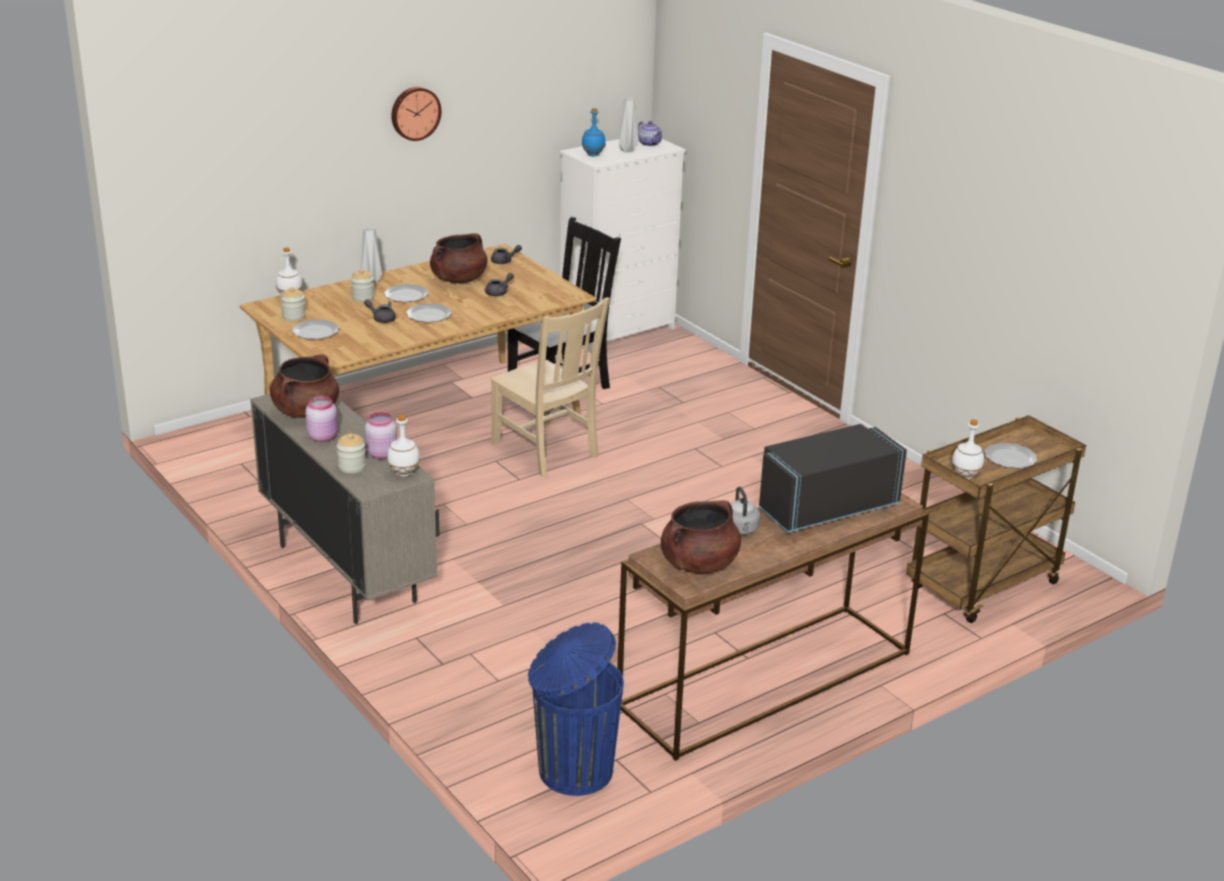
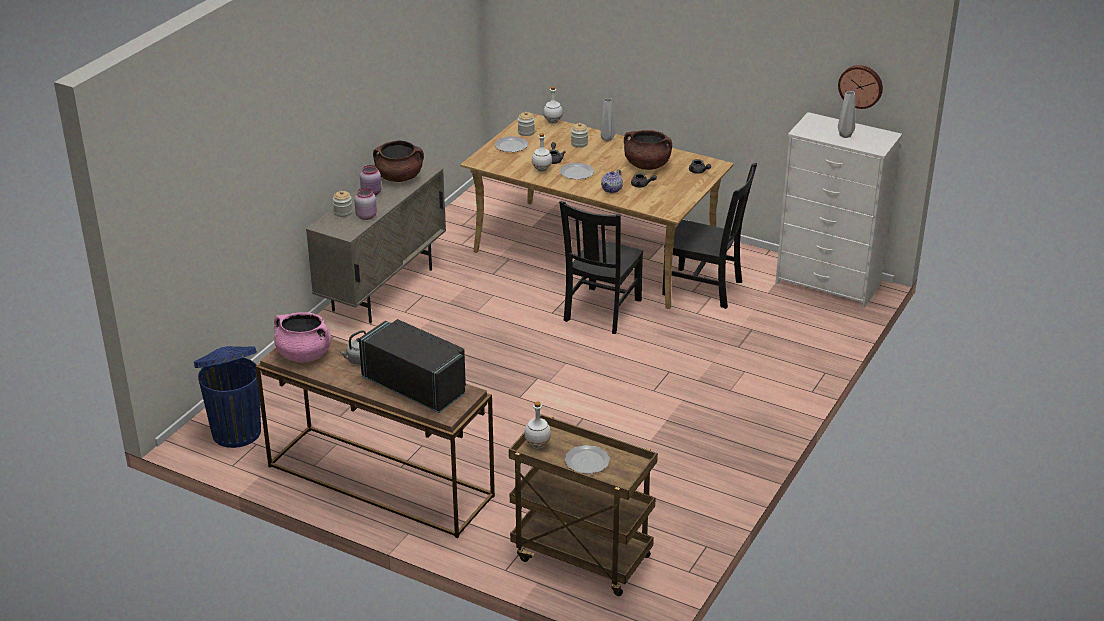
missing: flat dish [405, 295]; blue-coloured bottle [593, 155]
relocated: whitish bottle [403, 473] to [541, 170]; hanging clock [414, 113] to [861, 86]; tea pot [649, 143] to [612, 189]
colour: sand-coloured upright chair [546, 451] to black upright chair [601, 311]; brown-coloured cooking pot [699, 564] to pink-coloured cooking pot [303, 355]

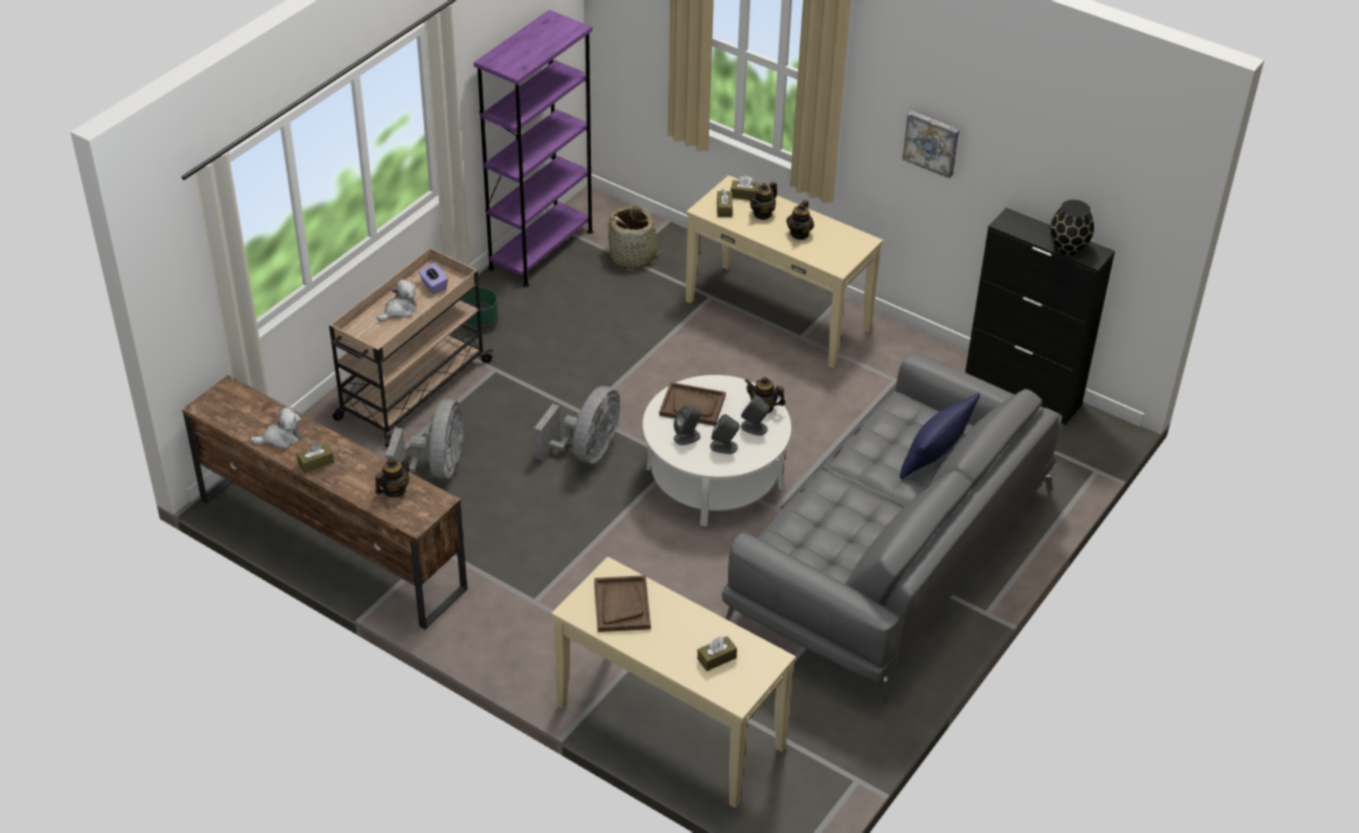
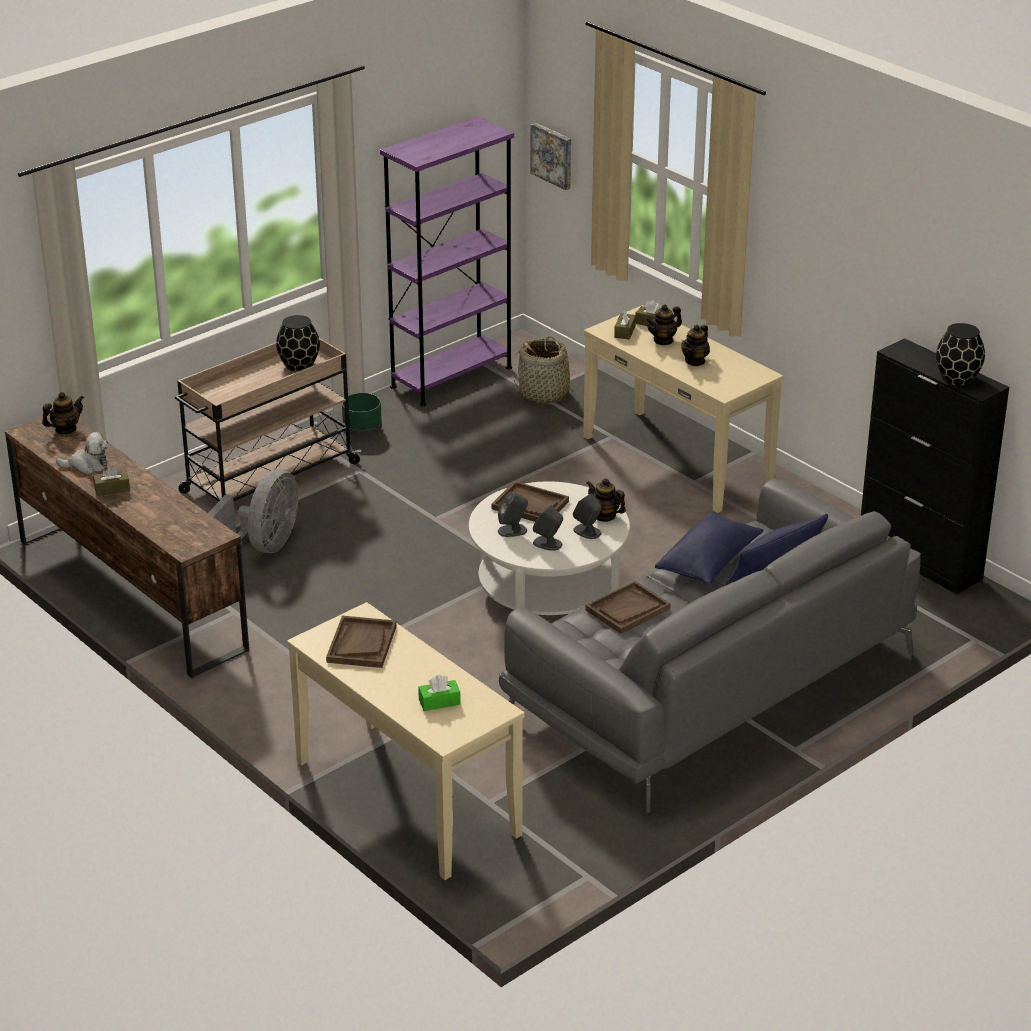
missing: plush toy [399, 310]; grey fan [586, 452]
appeared: brown-coloured tray [627, 609]; blue-coloured throw pillow [708, 562]
relocated: tea pot [394, 490] to [65, 429]; wall art [932, 143] to [553, 155]
exchanged: purple-coloured tissue box [433, 285] to black vase [299, 365]
colour: brown-coloured tissue box [716, 658] to green-coloured tissue box [439, 702]

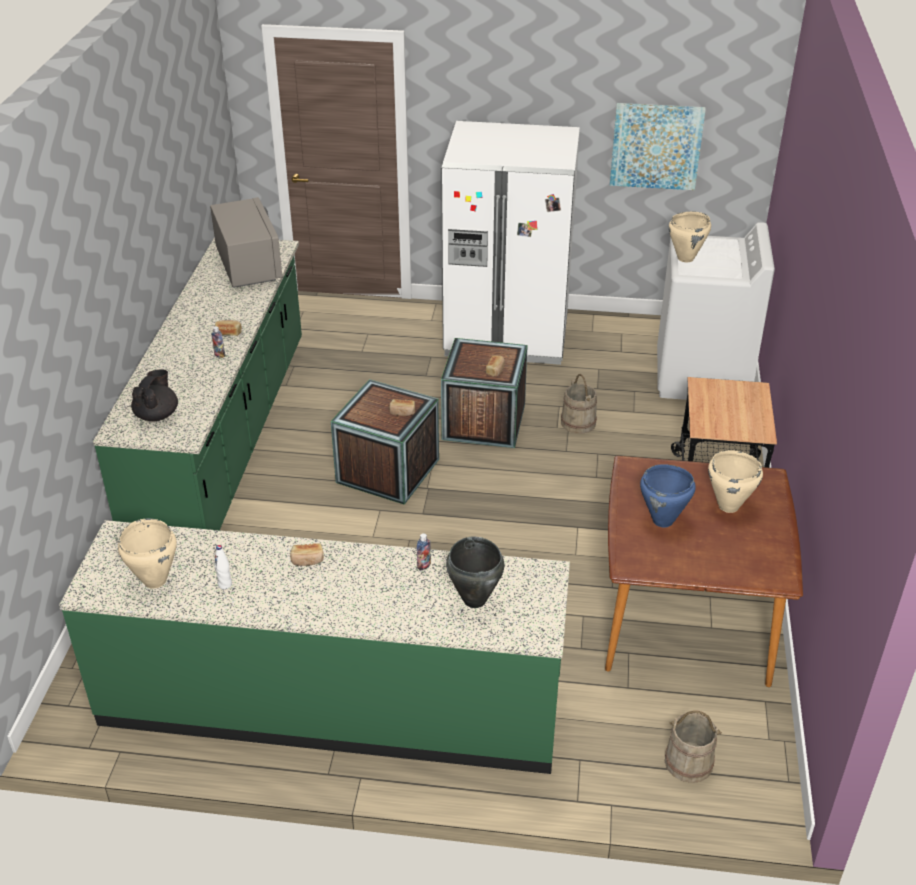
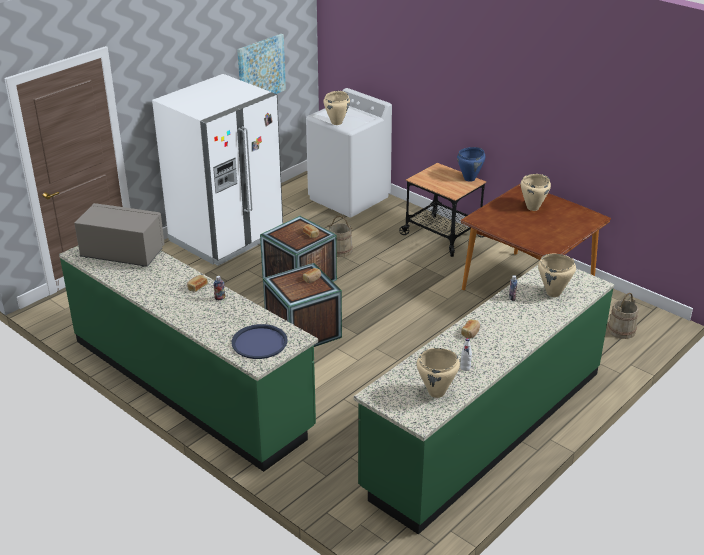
relocated: blue-coloured cooking pot [663, 521] to [470, 179]
exchanged: black tea pot [157, 415] to blue-coloured tray [259, 342]
colour: black cooking pot [474, 600] to sand-coloured cooking pot [553, 293]

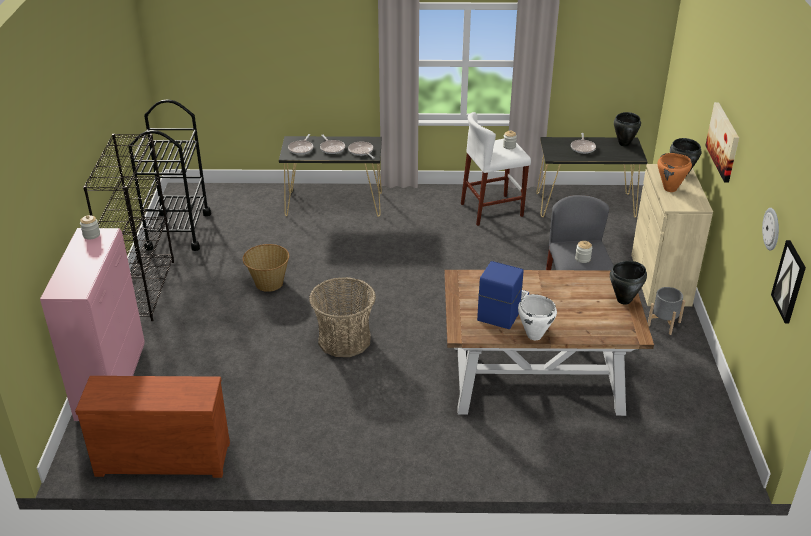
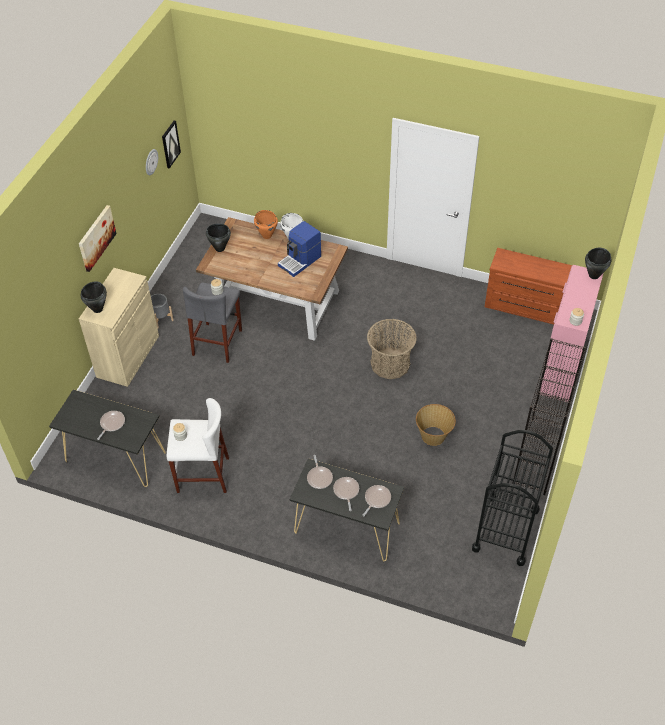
relocated: black cooking pot [623, 144] to [594, 275]; orange cooking pot [670, 189] to [267, 235]

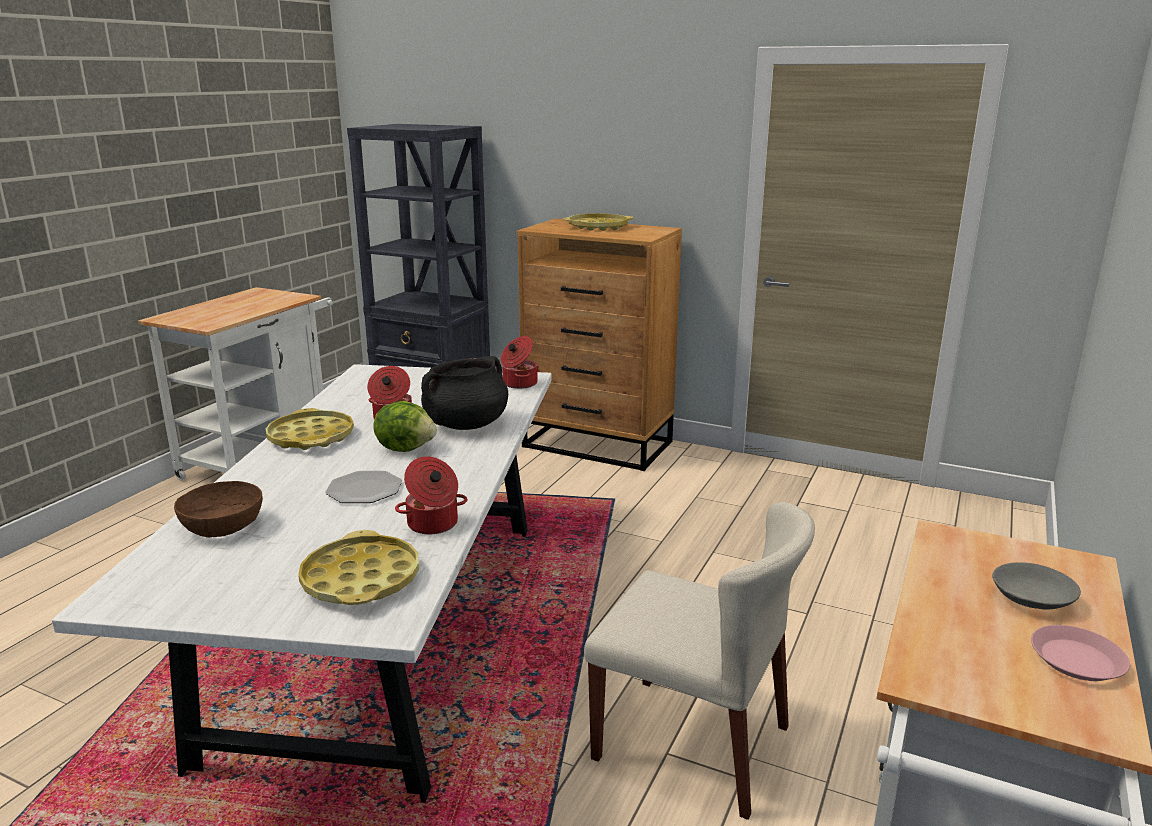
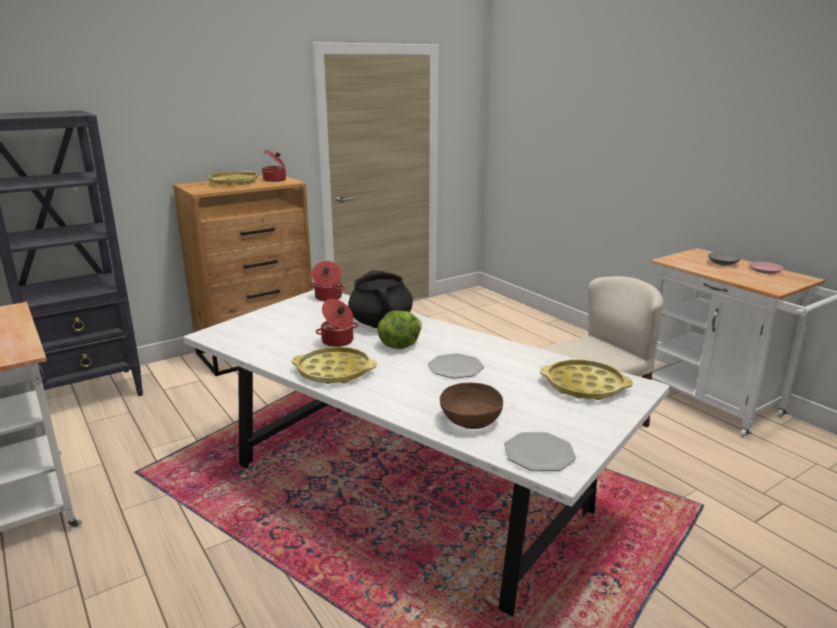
appeared: flat dish [539, 453]
relocated: cooking pot [433, 524] to [275, 180]

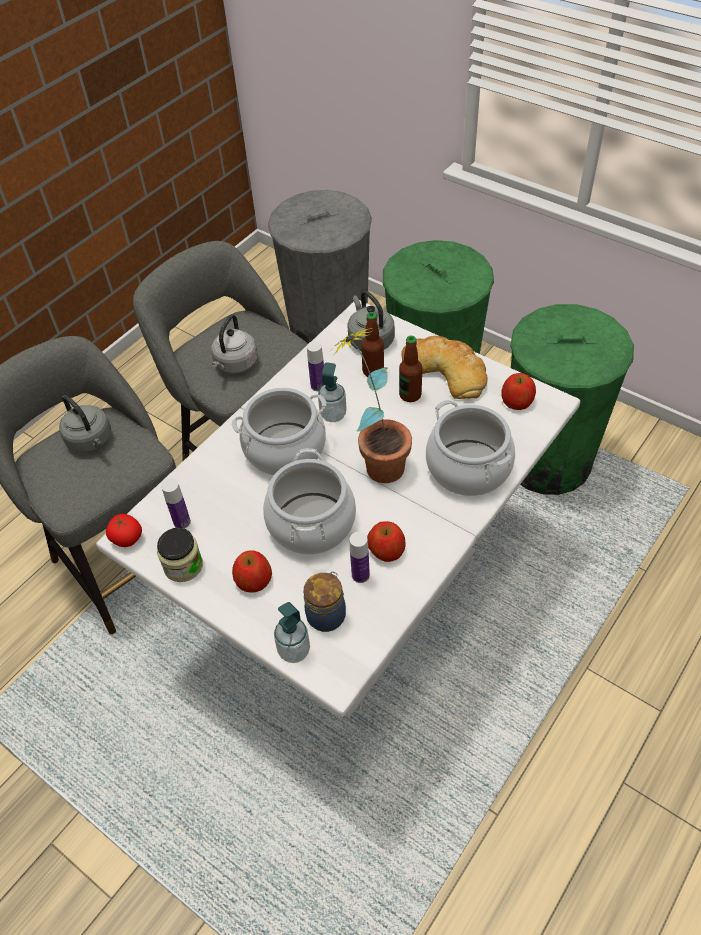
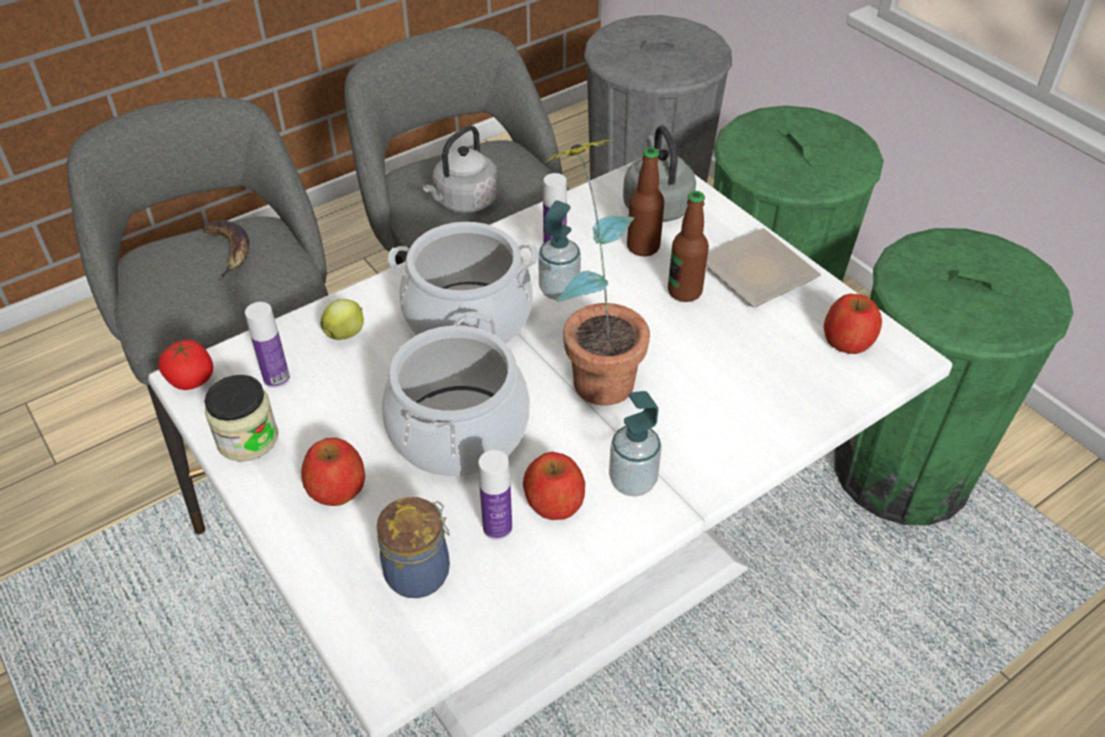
missing: cooking pot [468, 467]
appeared: whole apple [346, 333]
relocated: soap dispenser [294, 651] to [633, 481]
exchanged: grey tea kettle [91, 441] to whole banana [229, 251]; bread [446, 370] to flat dish [753, 271]

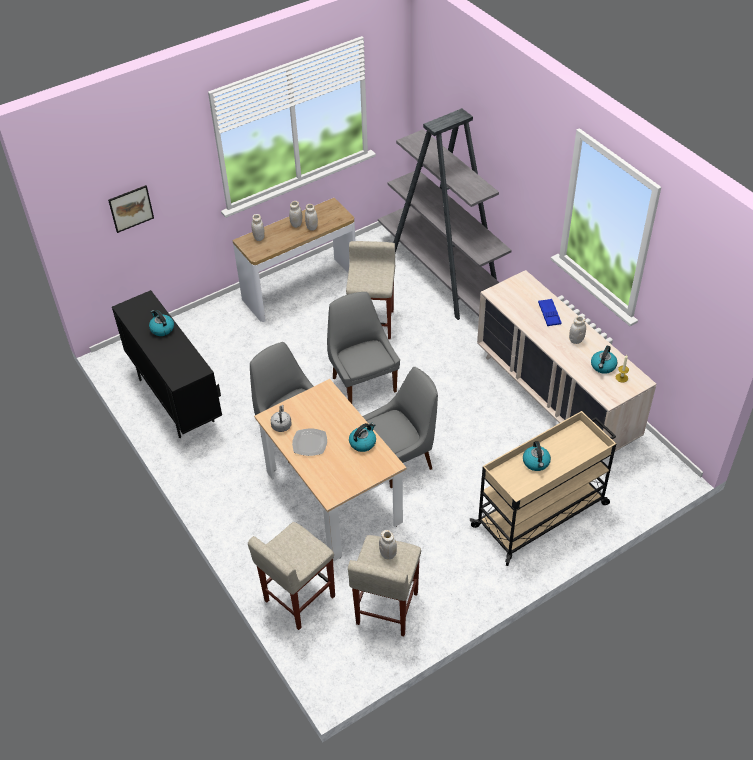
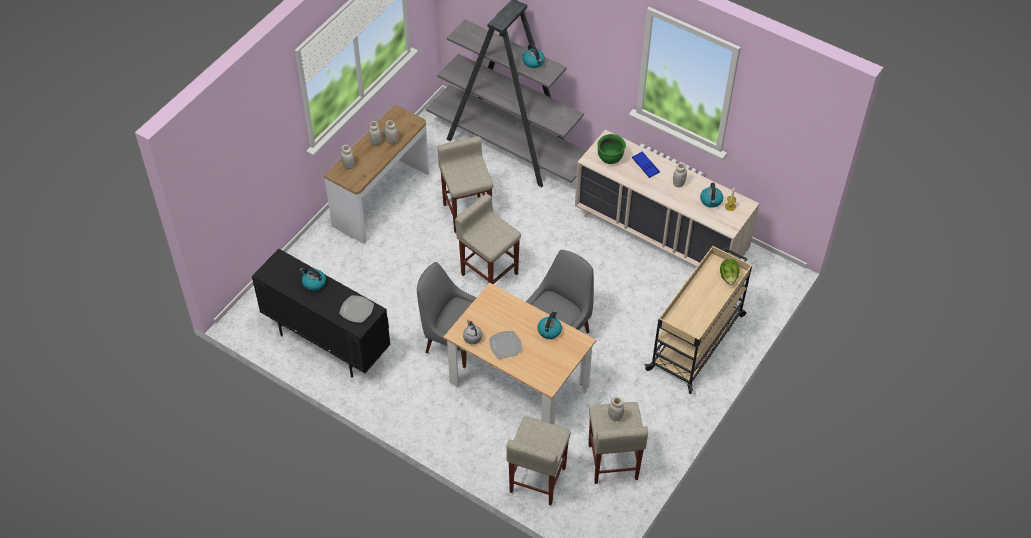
missing: wall art [131, 208]
appeared: flat dish [357, 309]; green-coloured cooking pot [610, 158]; head of lettuce [728, 277]
relocated: tea kettle [536, 462] to [533, 62]
exchanged: grey upright chair [363, 383] to sand-coloured stool seat [489, 273]

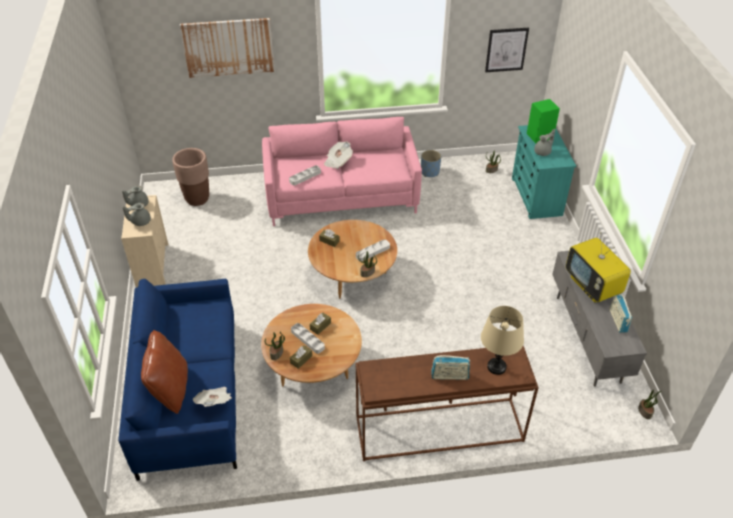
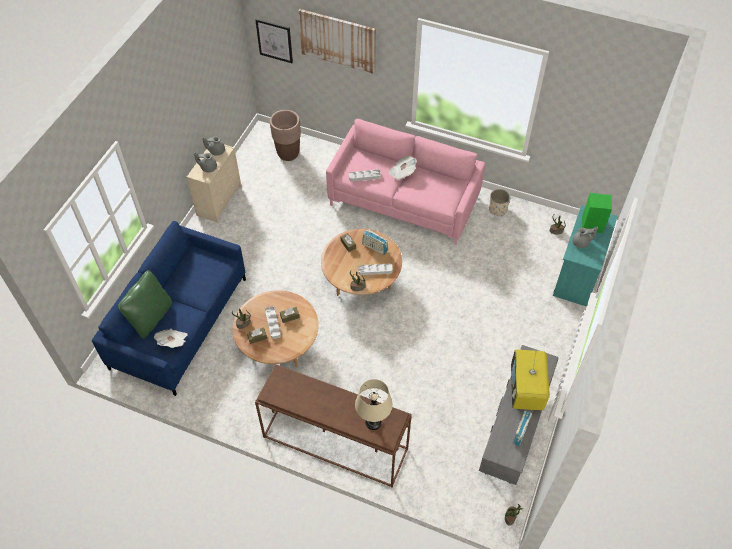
relocated: radio set [450, 376] to [374, 247]; wall art [506, 49] to [274, 40]
colour: brown-coloured throw pillow [170, 390] to green-coloured throw pillow [151, 317]; blue-coloured flower pot [430, 172] to sand-coloured flower pot [497, 209]

